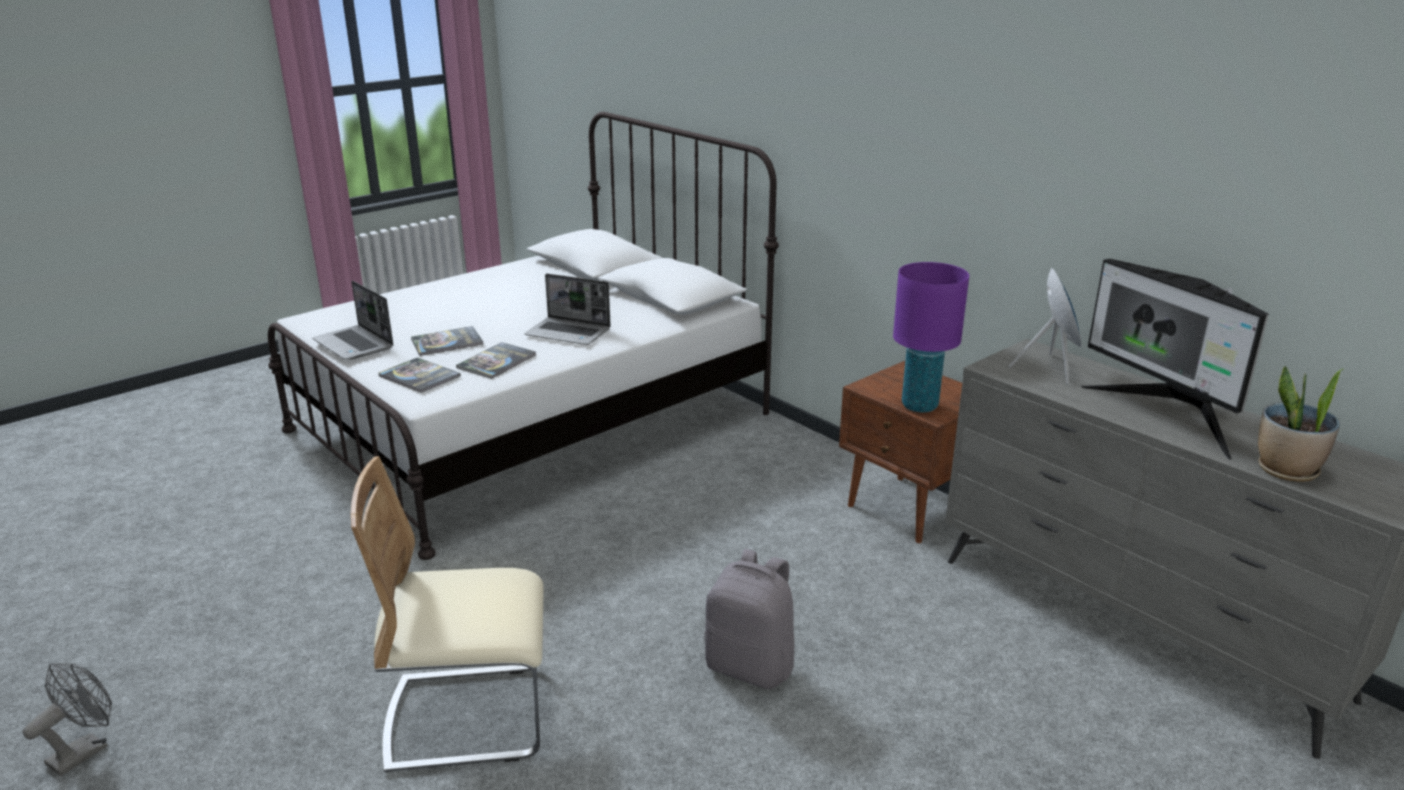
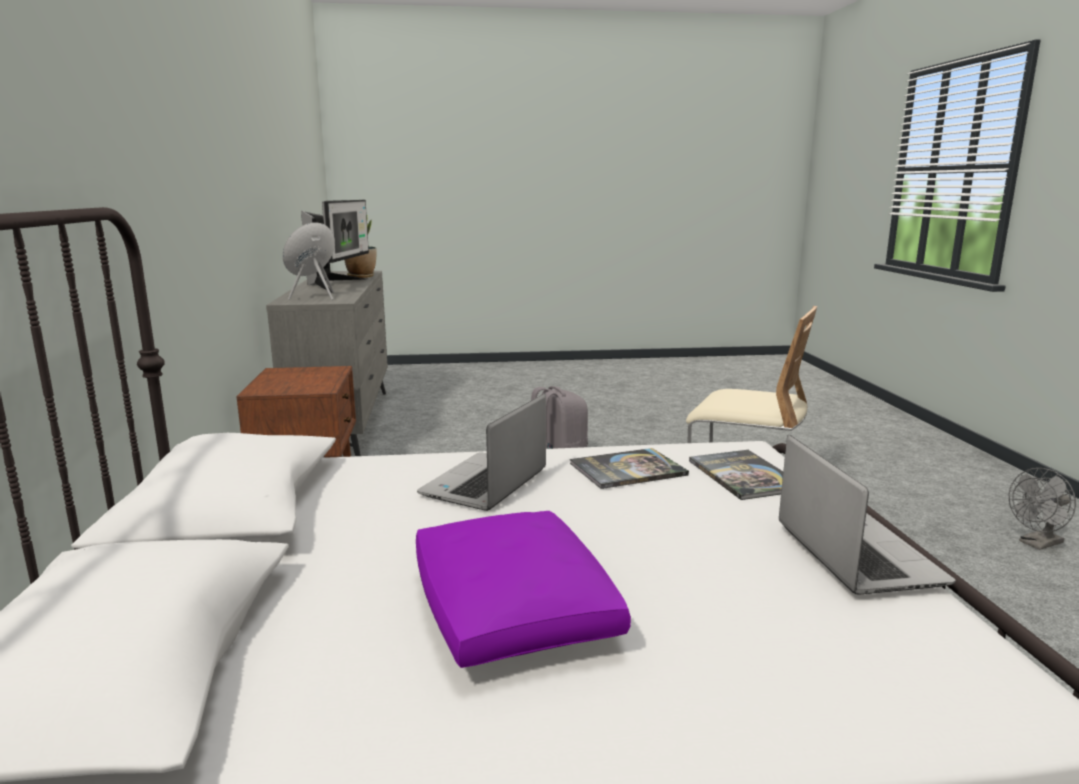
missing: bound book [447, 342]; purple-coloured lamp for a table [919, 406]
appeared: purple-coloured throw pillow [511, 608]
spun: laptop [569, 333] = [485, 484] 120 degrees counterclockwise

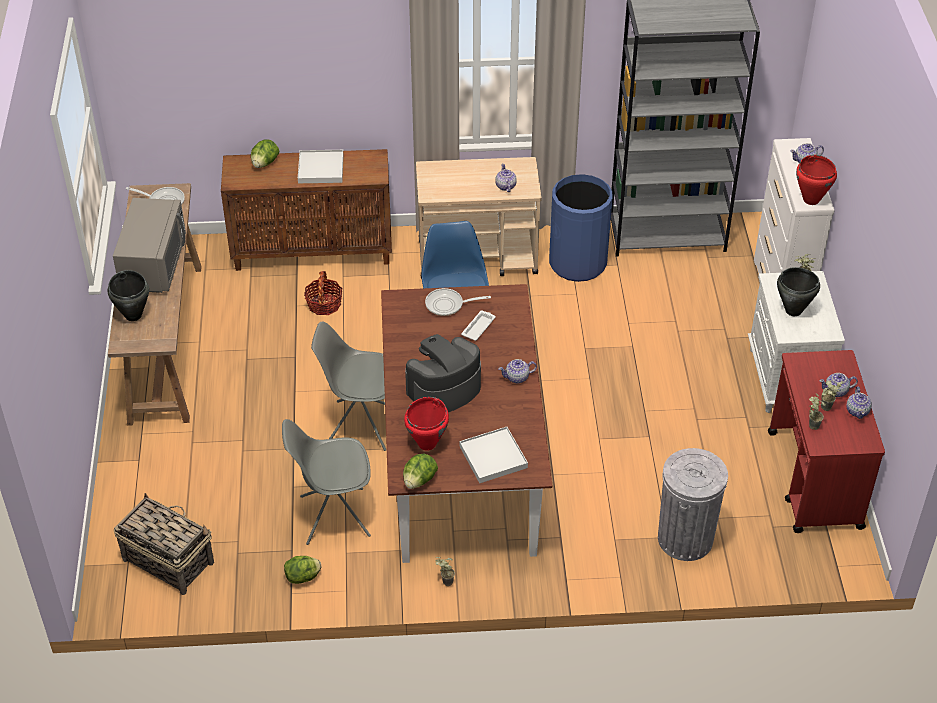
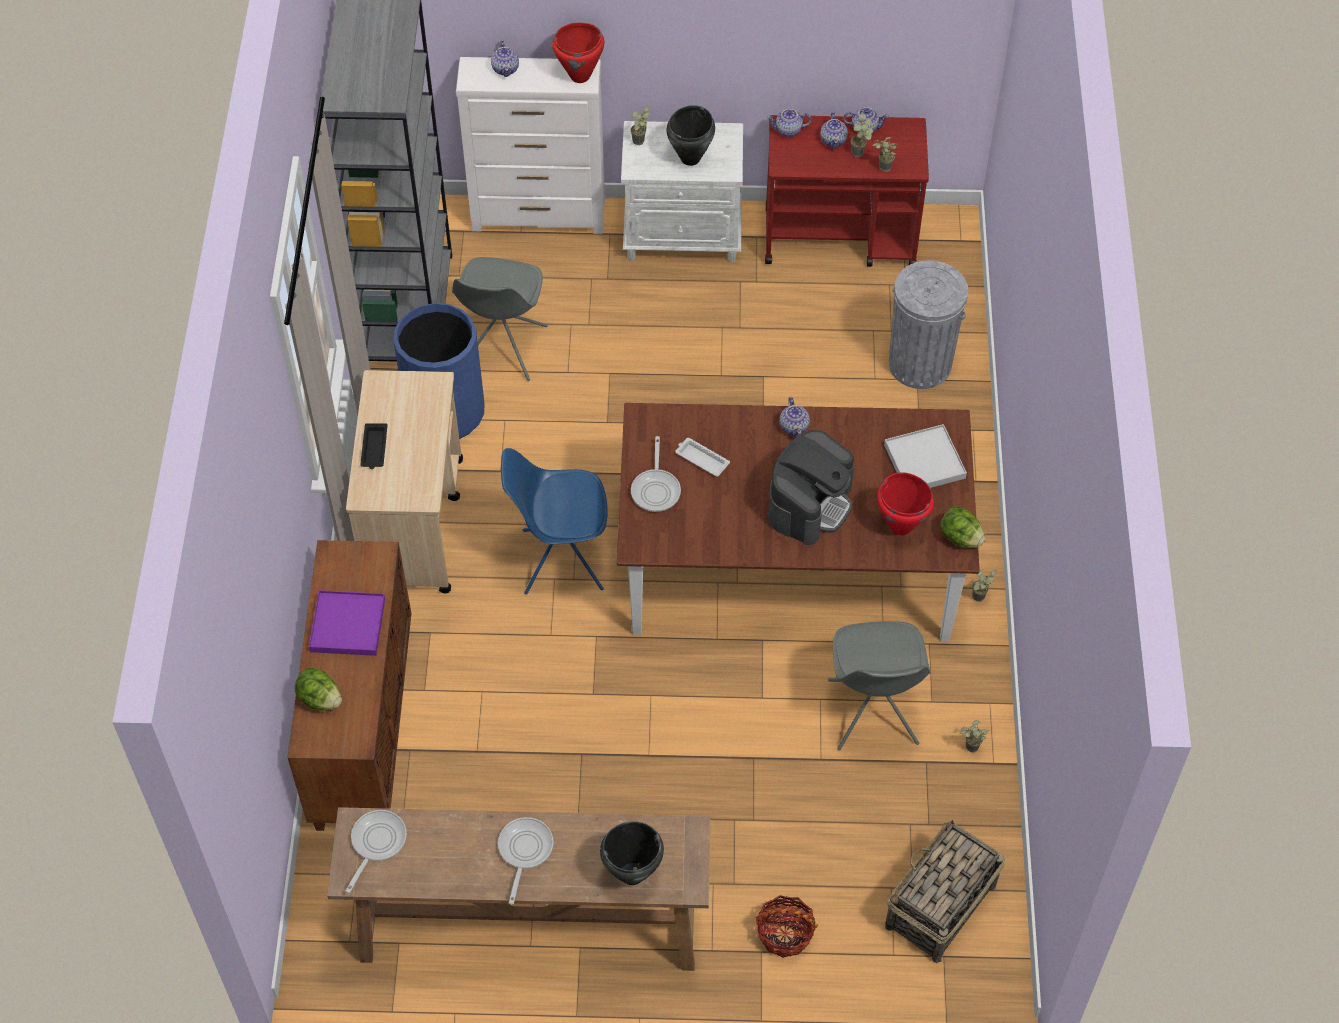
appeared: black tray [374, 449]
relocated: basket [324, 304] to [784, 934]; grey upright chair [359, 425] to [502, 349]; tea pot [505, 186] to [788, 130]
exchanged: grey microwave [154, 265] to skillet [524, 851]; head of lettuce [303, 577] to plant in a pot [969, 749]
colour: whitish tray [321, 169] to purple-coloured tray [347, 625]
spun: coffee machine [443, 389] = [810, 504] 120 degrees counterclockwise

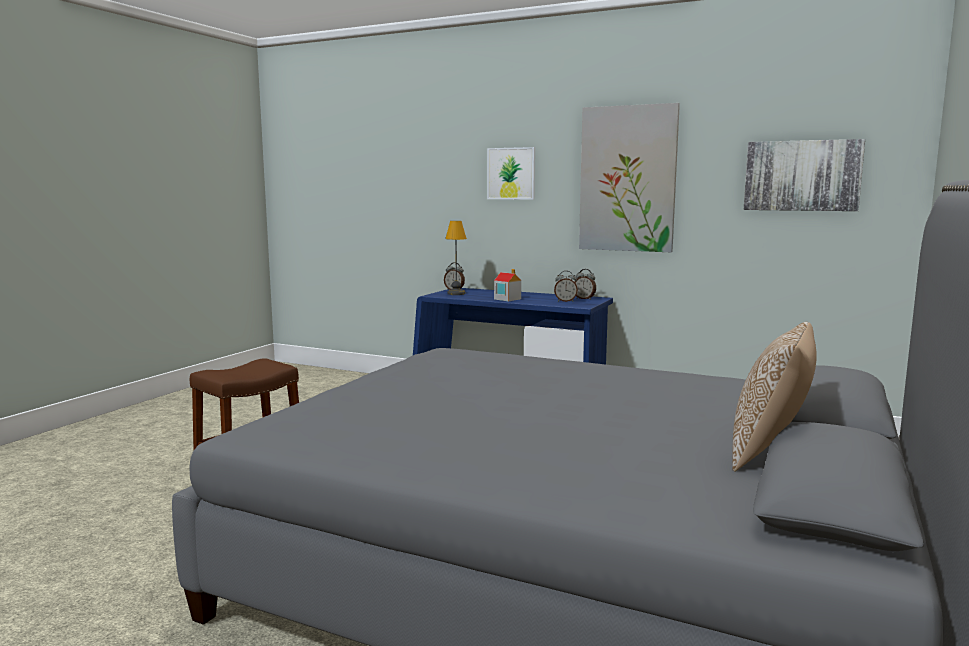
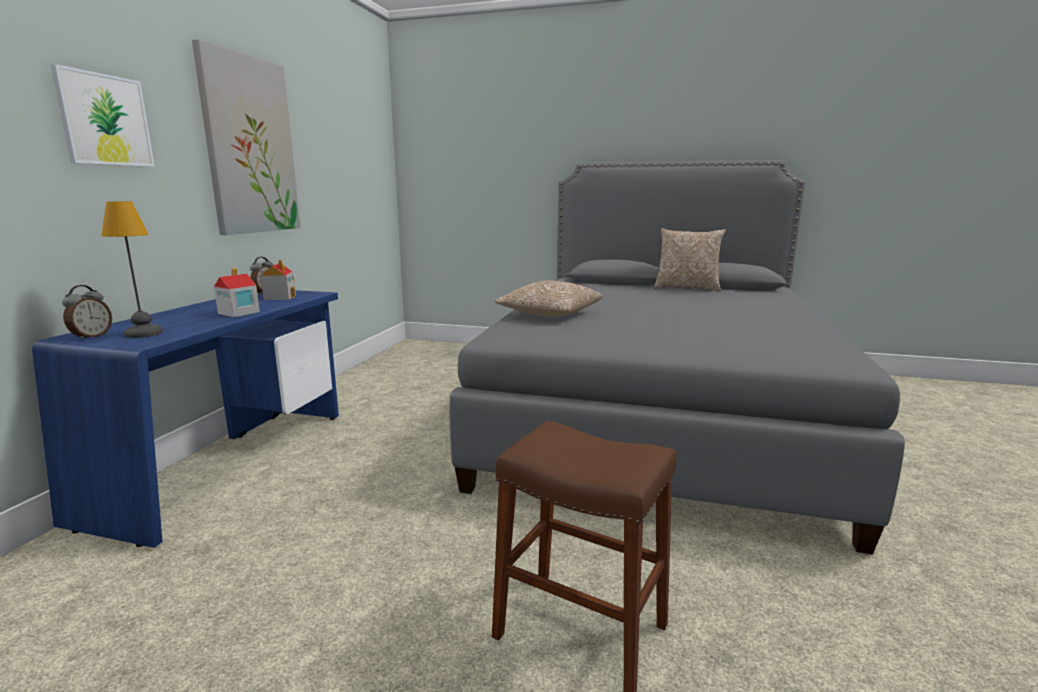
missing: wall art [802, 175]
appeared: throw pillow [549, 315]
exchanged: bedside clock [565, 301] to toy house [280, 297]

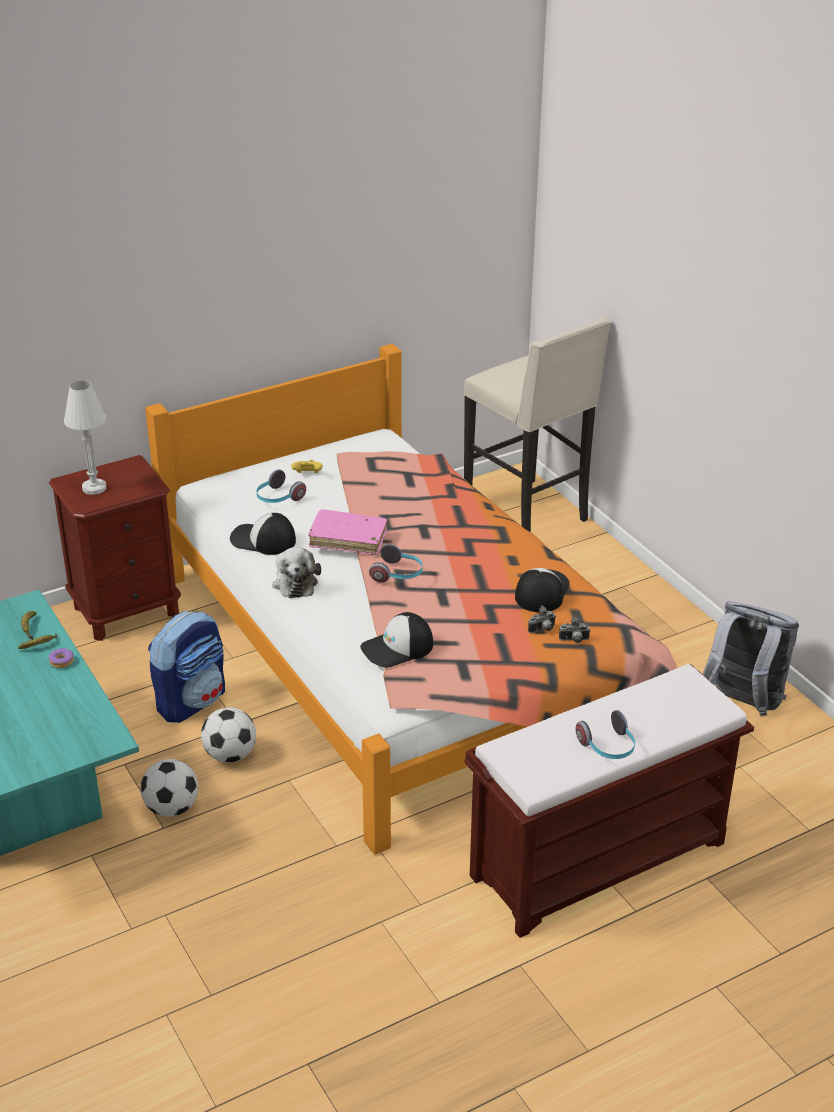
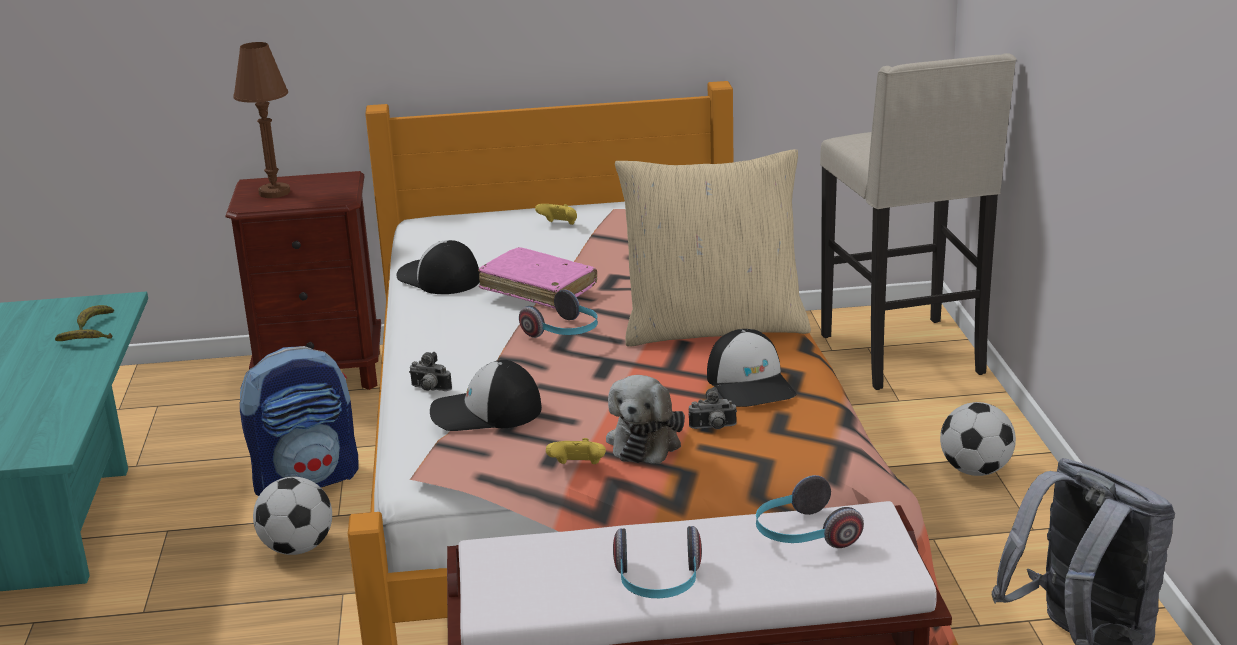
missing: donut [61, 661]
appeared: yellowish gamepad [578, 468]; sand-coloured throw pillow [714, 327]
relocated: football ball [172, 808] to [975, 470]; headphones [278, 498] to [802, 535]; plush toy [295, 582] to [646, 441]; still camera [574, 640] to [429, 389]
colour: whitish lamp for a table [94, 488] to brown-coloured lamp for a table [274, 192]
spun: cap [541, 591] = [751, 384] 120 degrees clockwise

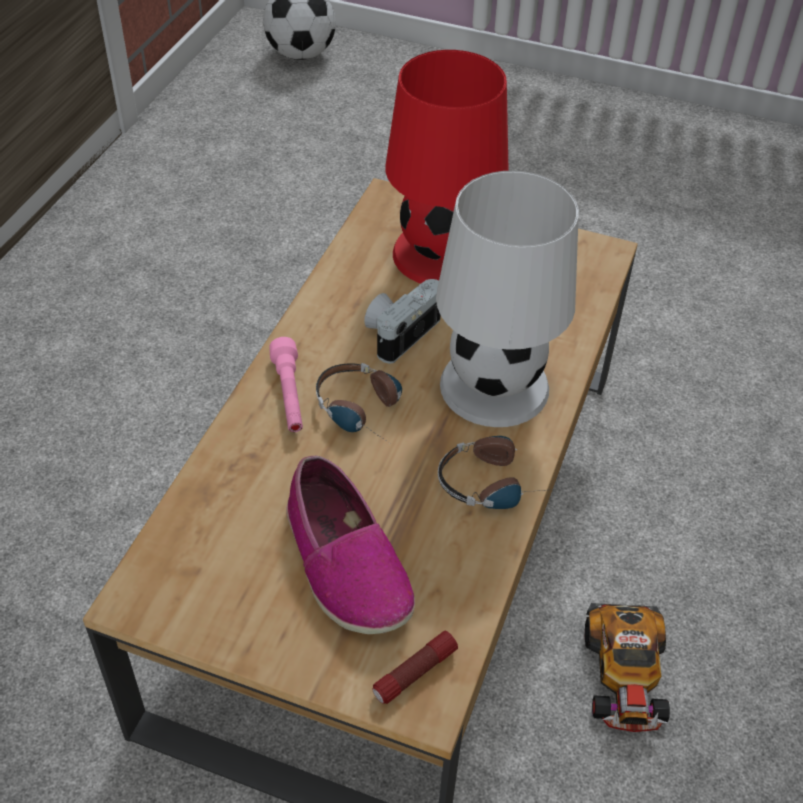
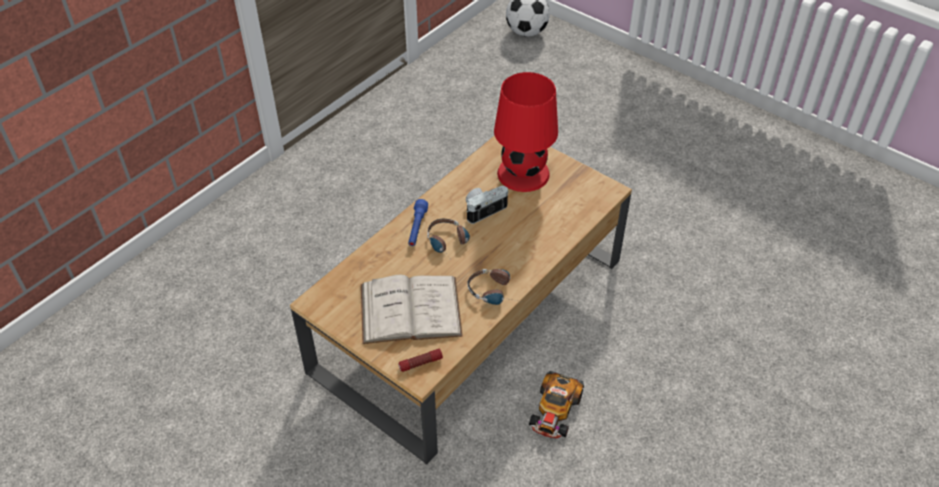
missing: whitish lamp for a table [495, 385]
exchanged: shoe [345, 563] to whitish bound book [410, 310]
colour: pink-coloured hand torch [289, 395] to blue-coloured hand torch [417, 228]

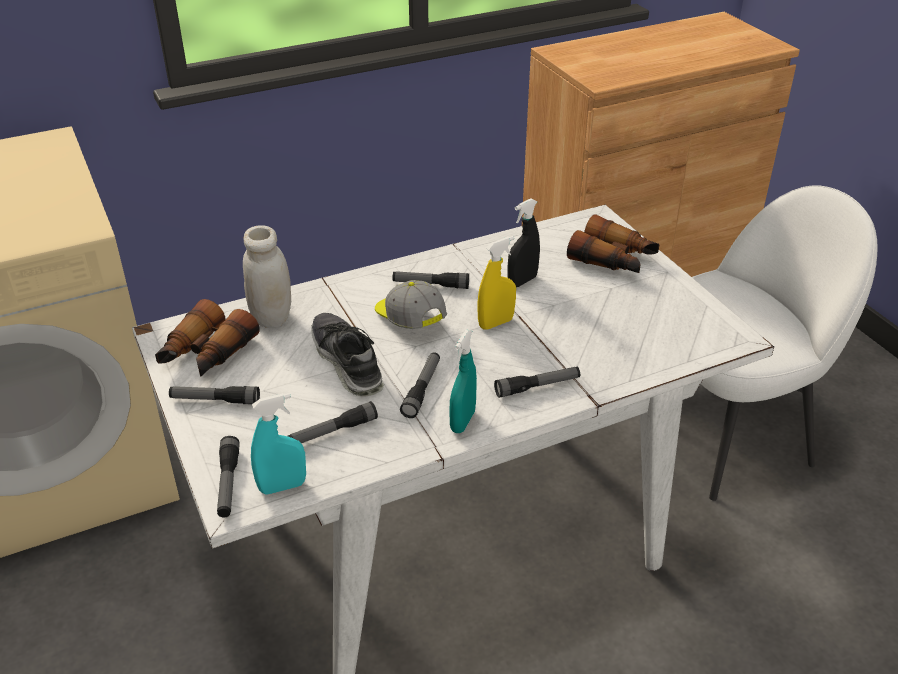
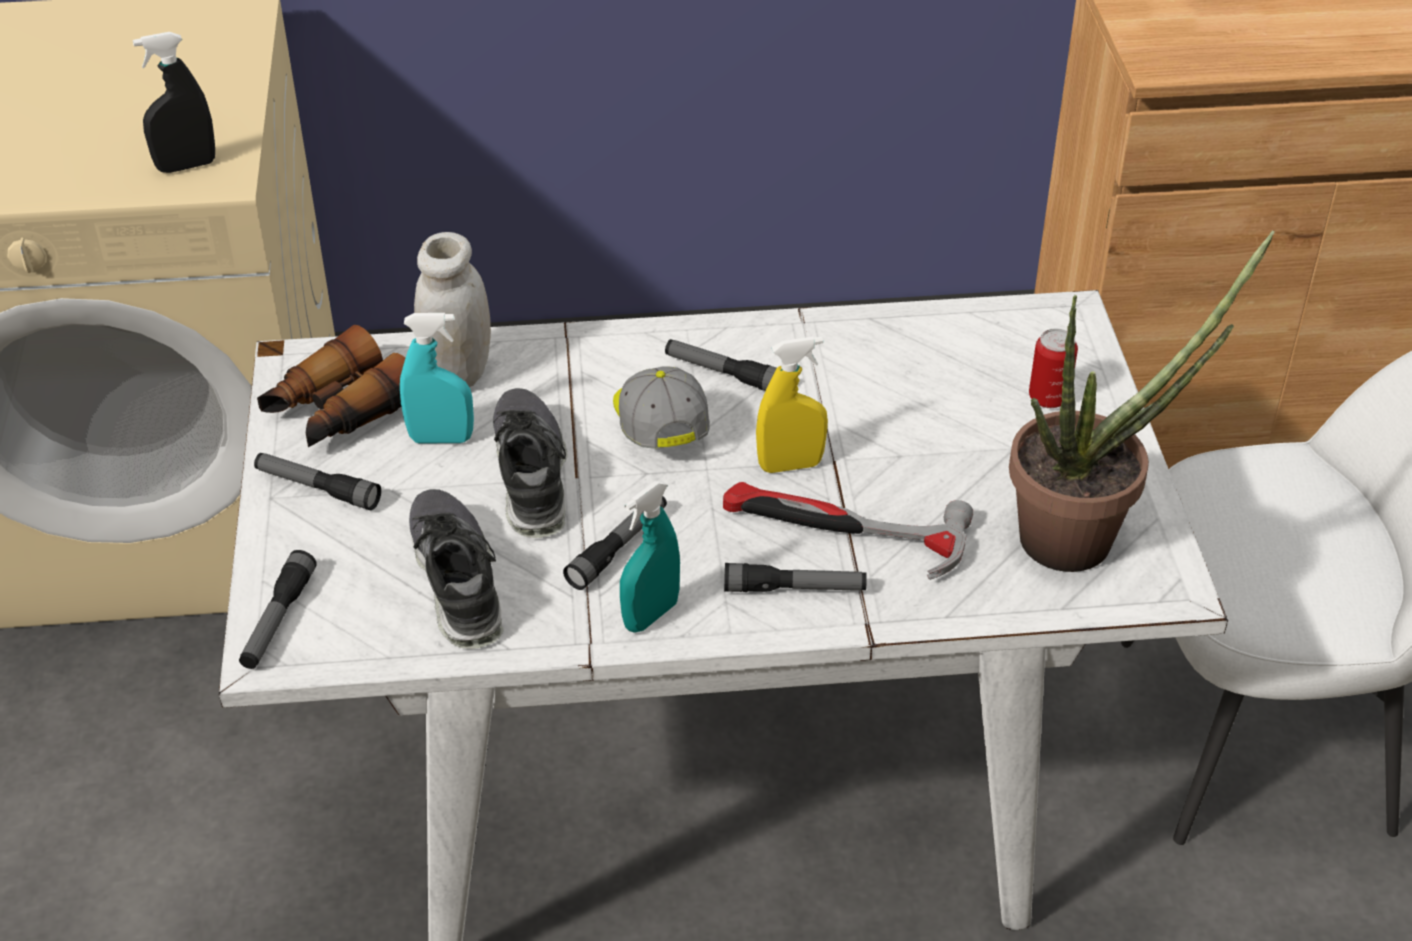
appeared: hammer [842, 533]; plant in a pot [1085, 535]
relocated: blue-green sprayer [282, 486] to [441, 438]; black sprayer [522, 281] to [186, 166]
exchanged: hand torch [333, 432] to shoe [456, 581]; binoculars [613, 259] to metal can [1048, 398]

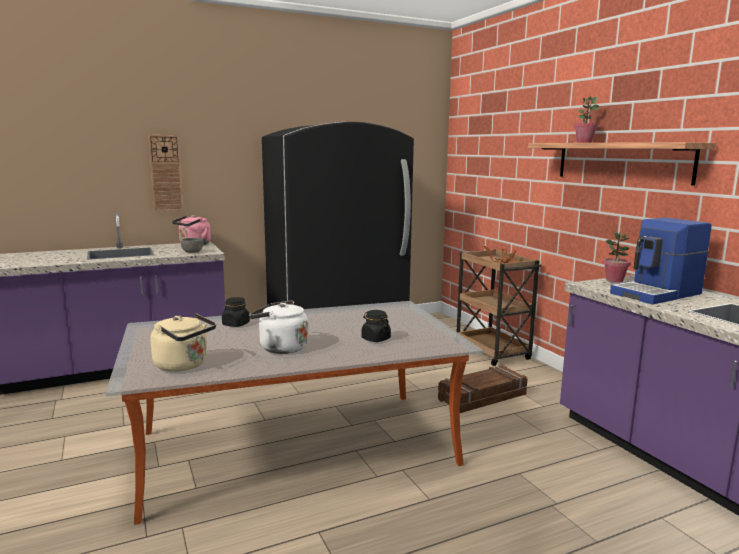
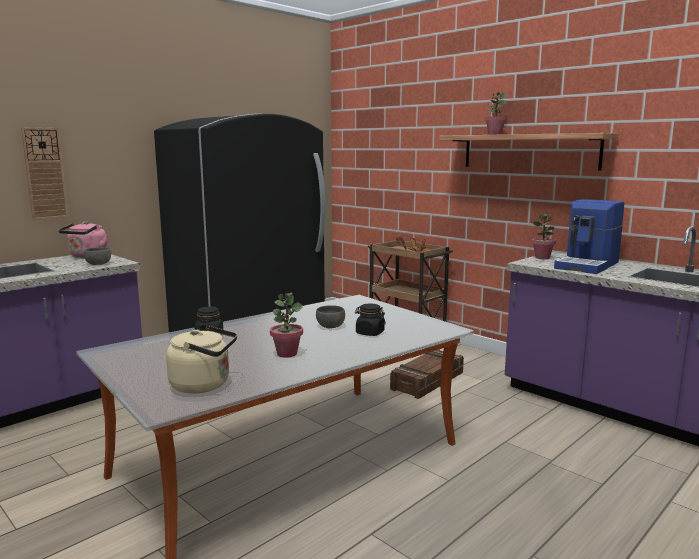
appeared: grey deep dish [330, 326]
exchanged: whitish tea kettle [280, 348] to plant in a pot [287, 354]

